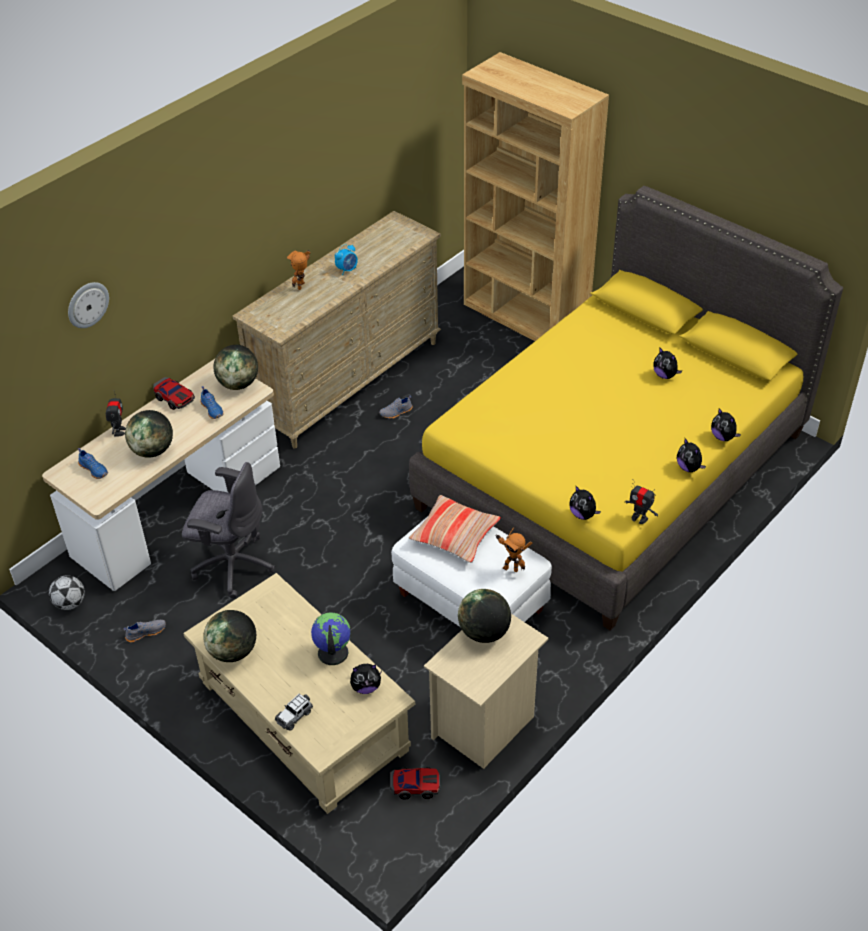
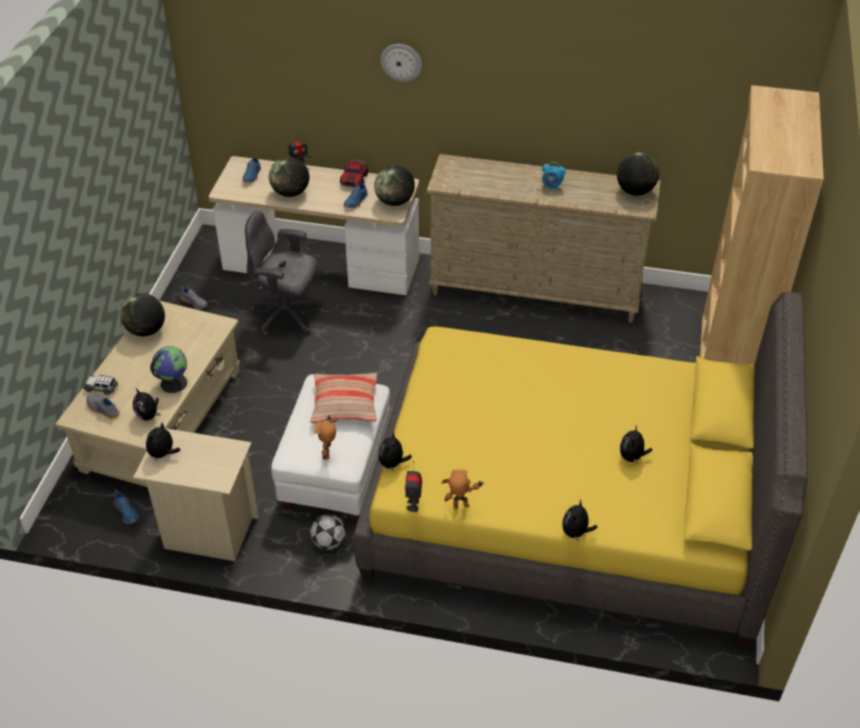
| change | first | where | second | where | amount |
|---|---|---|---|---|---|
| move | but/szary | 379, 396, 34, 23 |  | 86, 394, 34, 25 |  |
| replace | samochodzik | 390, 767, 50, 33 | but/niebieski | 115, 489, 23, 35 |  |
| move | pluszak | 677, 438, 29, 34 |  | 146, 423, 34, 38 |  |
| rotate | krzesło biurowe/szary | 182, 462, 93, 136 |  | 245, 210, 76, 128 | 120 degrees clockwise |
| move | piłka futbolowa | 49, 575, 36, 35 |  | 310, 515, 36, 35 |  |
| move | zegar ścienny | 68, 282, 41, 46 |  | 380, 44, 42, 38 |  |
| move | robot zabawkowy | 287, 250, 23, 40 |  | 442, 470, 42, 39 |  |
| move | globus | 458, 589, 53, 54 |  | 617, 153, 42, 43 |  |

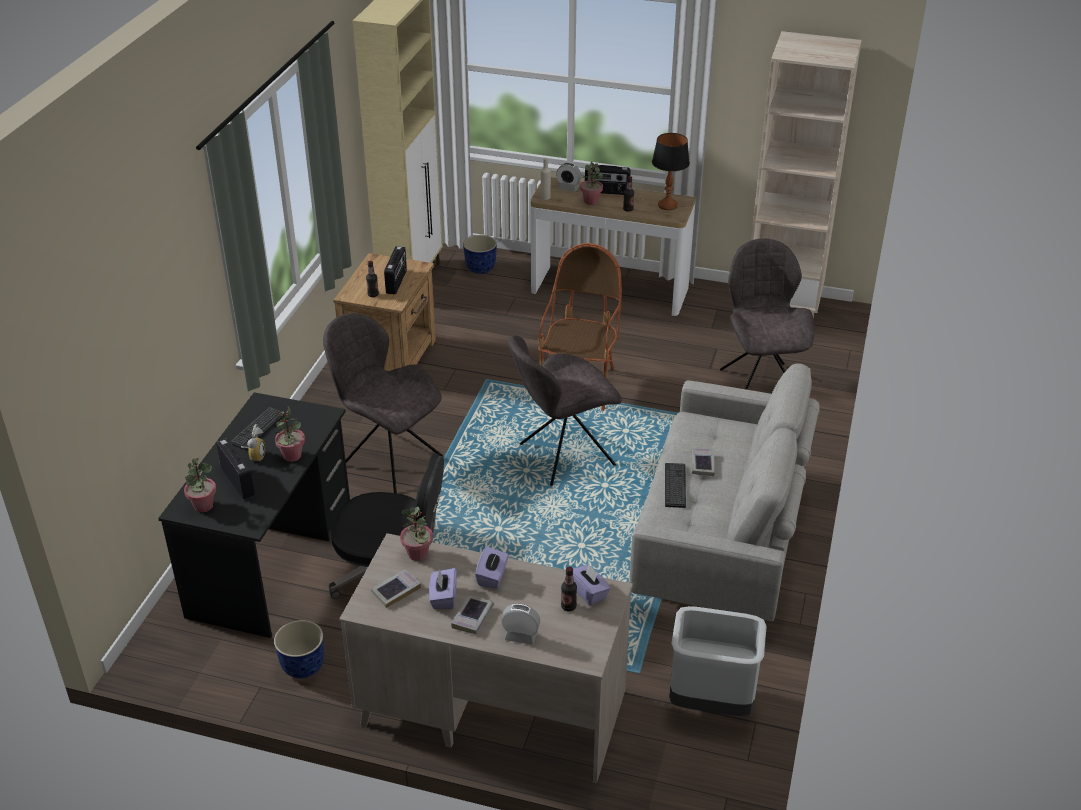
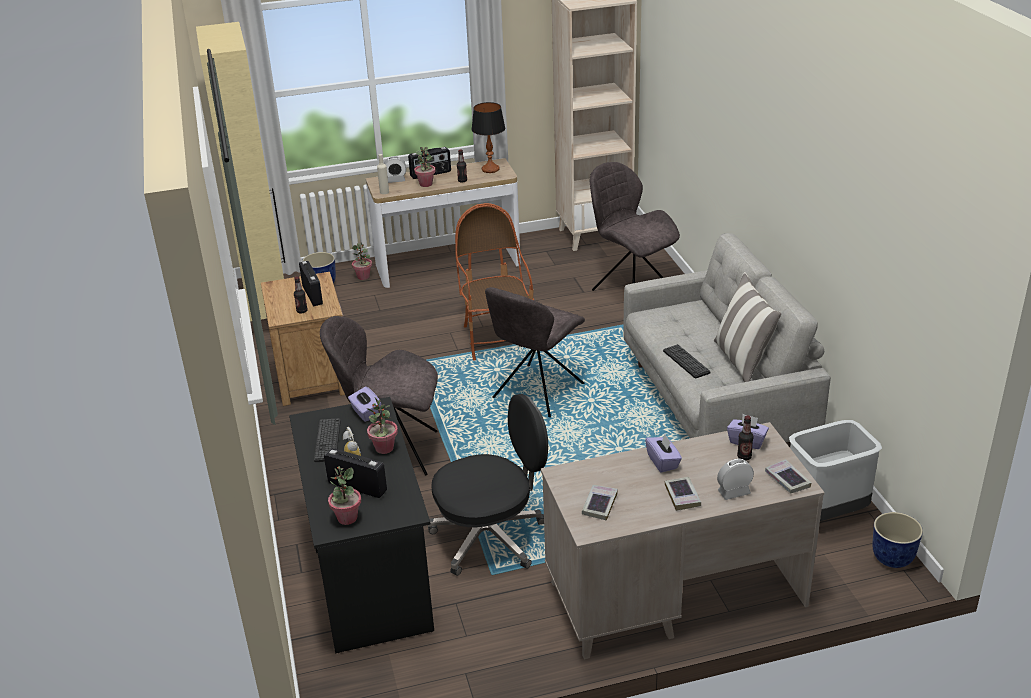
| change | first | where | second | where | amount |
|---|---|---|---|---|---|
| move | pudełko chusteczek/fioletowy | 429, 568, 28, 41 |  | 348, 387, 34, 35 |  |
| move | roślina doniczkowa | 400, 507, 33, 54 |  | 352, 242, 20, 38 |  |
| insert |  |  | poduszka | 714, 272, 67, 110 |  |
| move | książka | 691, 448, 24, 28 |  | 765, 459, 46, 35 |  |
| move | donica | 274, 620, 50, 58 |  | 872, 512, 51, 56 |  |

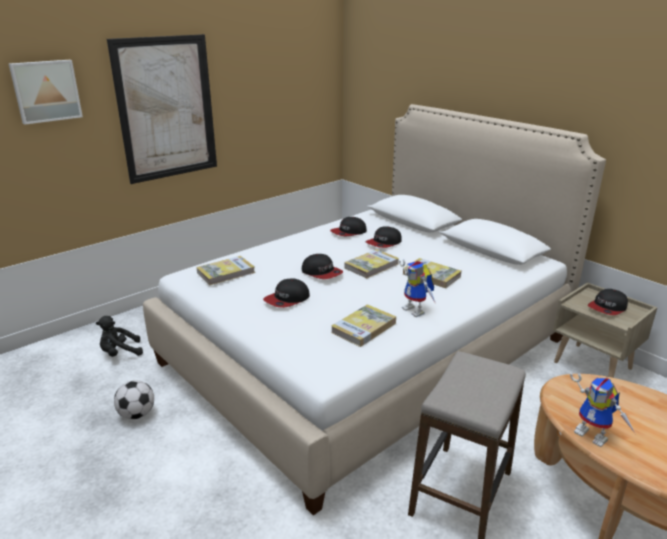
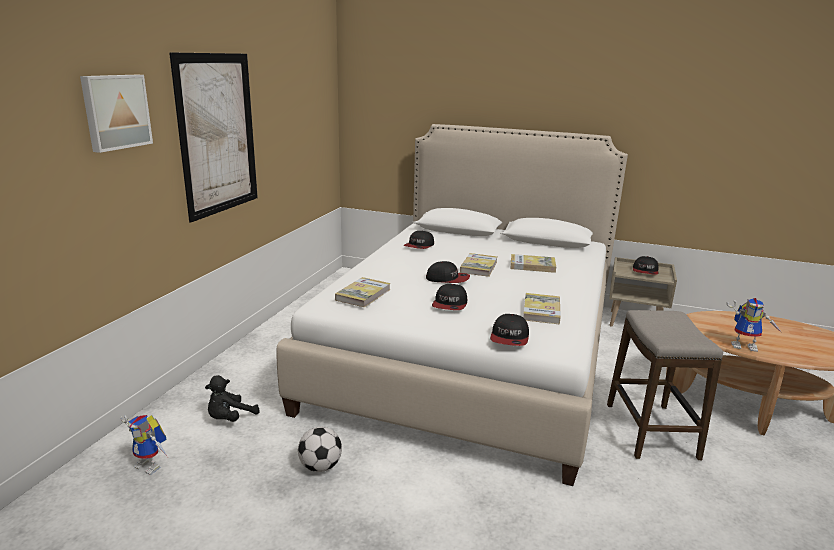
| change | first | where | second | where | amount |
|---|---|---|---|---|---|
| move | robot zabawkowy | 399, 259, 36, 58 |  | 120, 415, 48, 60 |  |
| move | czapka z daszkiem | 366, 226, 36, 22 |  | 490, 314, 39, 32 |  |

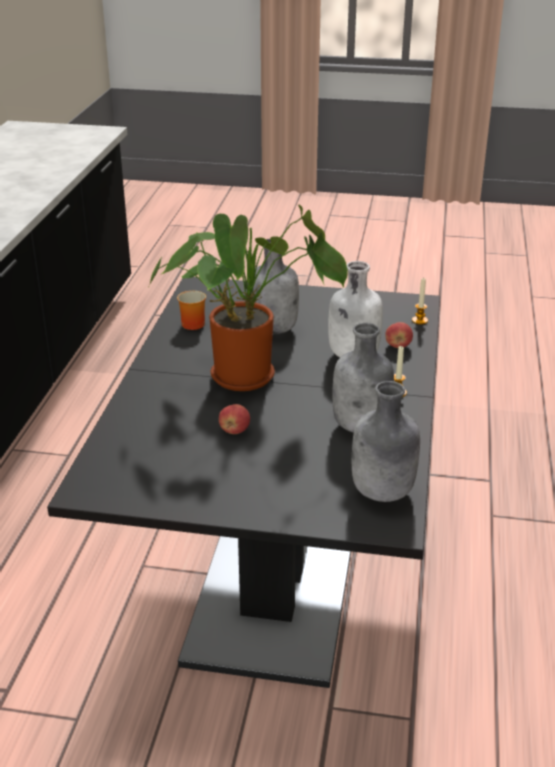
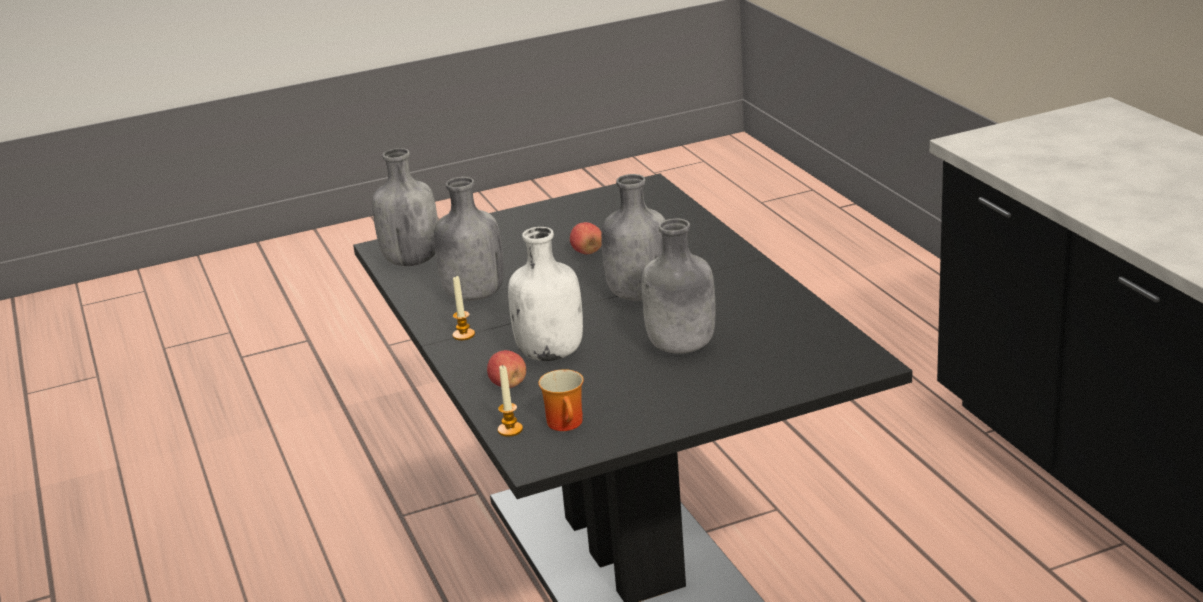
| change | first | where | second | where | amount |
|---|---|---|---|---|---|
| move | kubek | 177, 291, 29, 39 |  | 538, 369, 46, 62 |  |
| replace | roślina doniczkowa | 149, 205, 199, 186 | butelka/szary | 601, 174, 64, 127 |  |

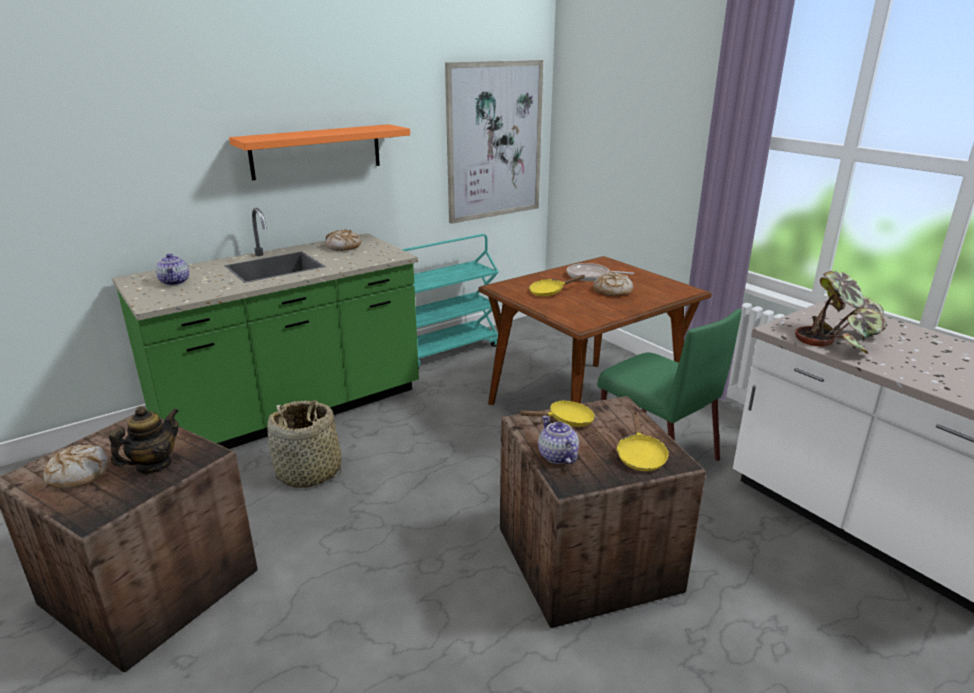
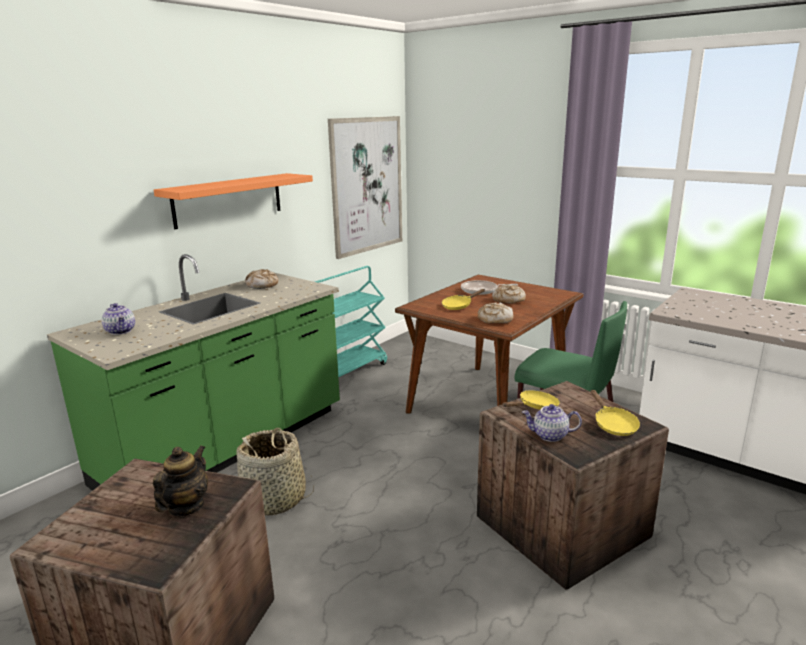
| change | first | where | second | where | amount |
|---|---|---|---|---|---|
| move | chleb | 43, 445, 66, 44 |  | 478, 302, 35, 21 |  |
| rotate | imbryk | 538, 415, 41, 49 |  | 522, 404, 60, 38 | 45 degrees counterclockwise |
| delete | roślina doniczkowa | 795, 271, 92, 83 |  |  |  |

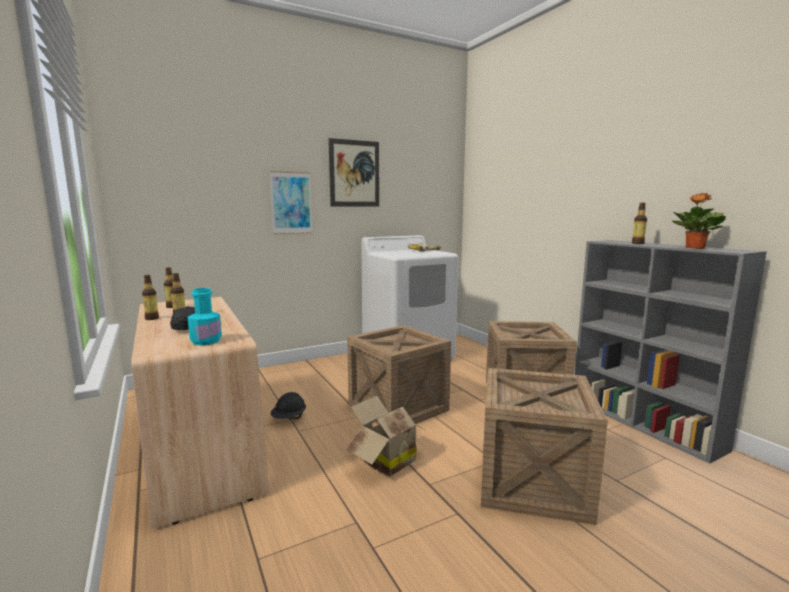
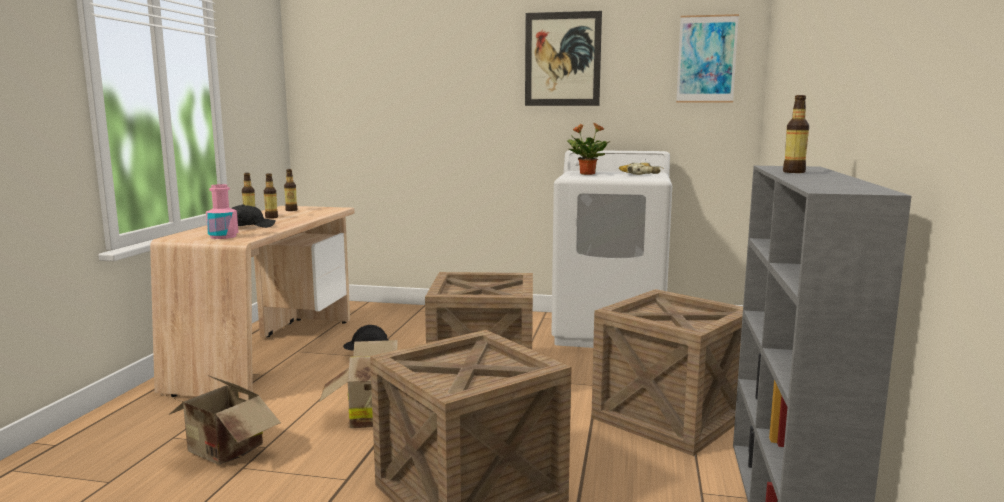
| change | first | where | second | where | amount |
|---|---|---|---|---|---|
| insert |  |  | karton | 160, 375, 121, 90 |  |
| recolor | butelka/turkusowy | 188, 288, 34, 57 | butelka/różowy | 206, 184, 33, 55 |  |
| move | roślina doniczkowa | 672, 193, 54, 56 |  | 567, 122, 42, 53 |  |
| move | obraz | 270, 171, 42, 63 |  | 676, 14, 63, 89 |  |

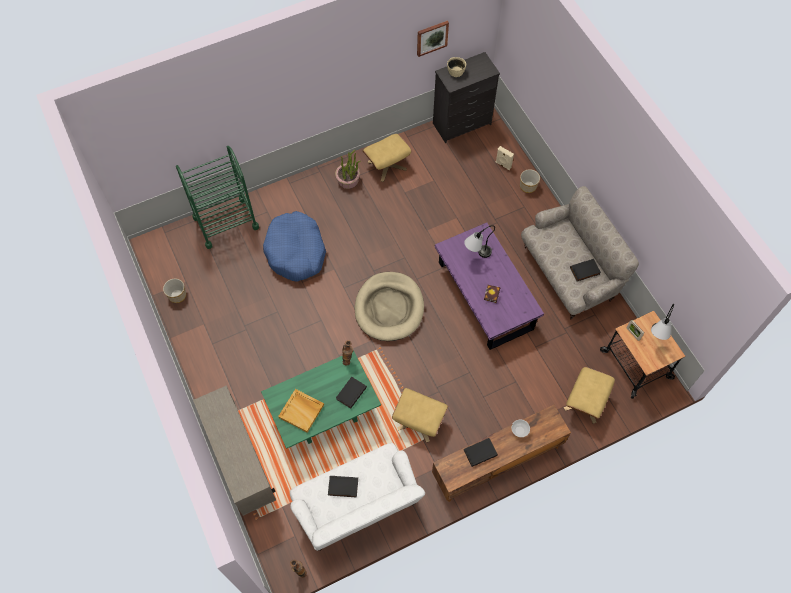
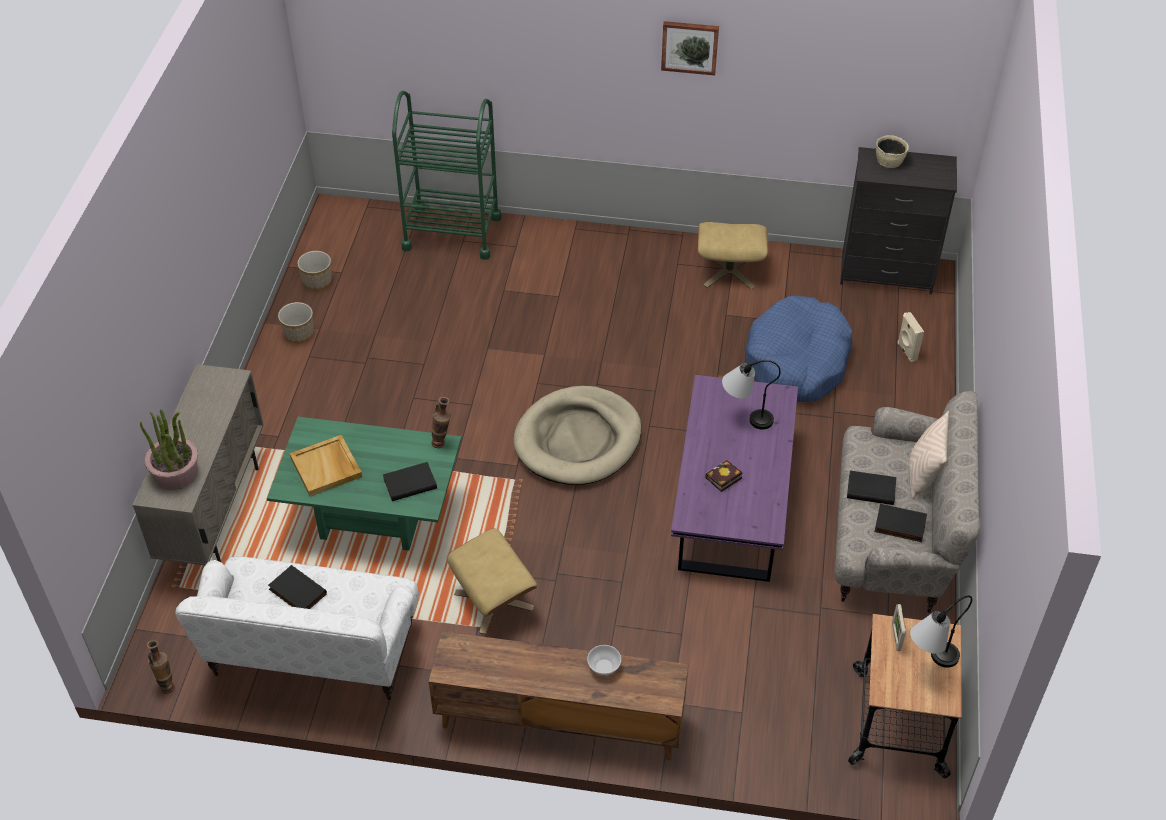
| change | first | where | second | where | amount |
|---|---|---|---|---|---|
| move | roślina doniczkowa | 335, 149, 26, 40 |  | 140, 409, 58, 81 |  |
| move | donica | 520, 169, 20, 24 |  | 278, 302, 36, 41 |  |
| move | obraz | 417, 21, 32, 36 |  | 661, 21, 58, 54 |  |
| move | legowisko/niebieski | 263, 211, 63, 71 |  | 745, 296, 108, 106 |  |
| move | książka/czarny | 464, 438, 34, 29 |  | 847, 470, 49, 35 |  |
| insert |  |  | poduszka/beżowy | 908, 411, 41, 88 |  |
| delete | pufa/beżowy | 564, 367, 51, 57 |  |  |  |

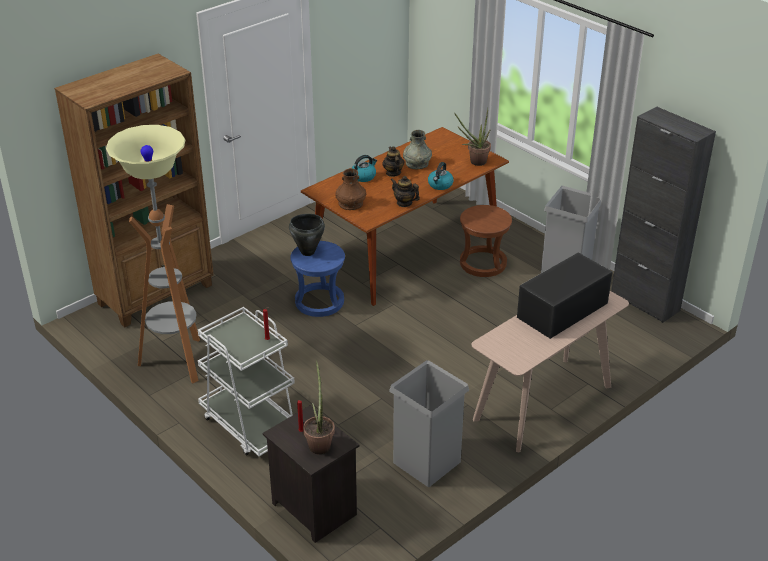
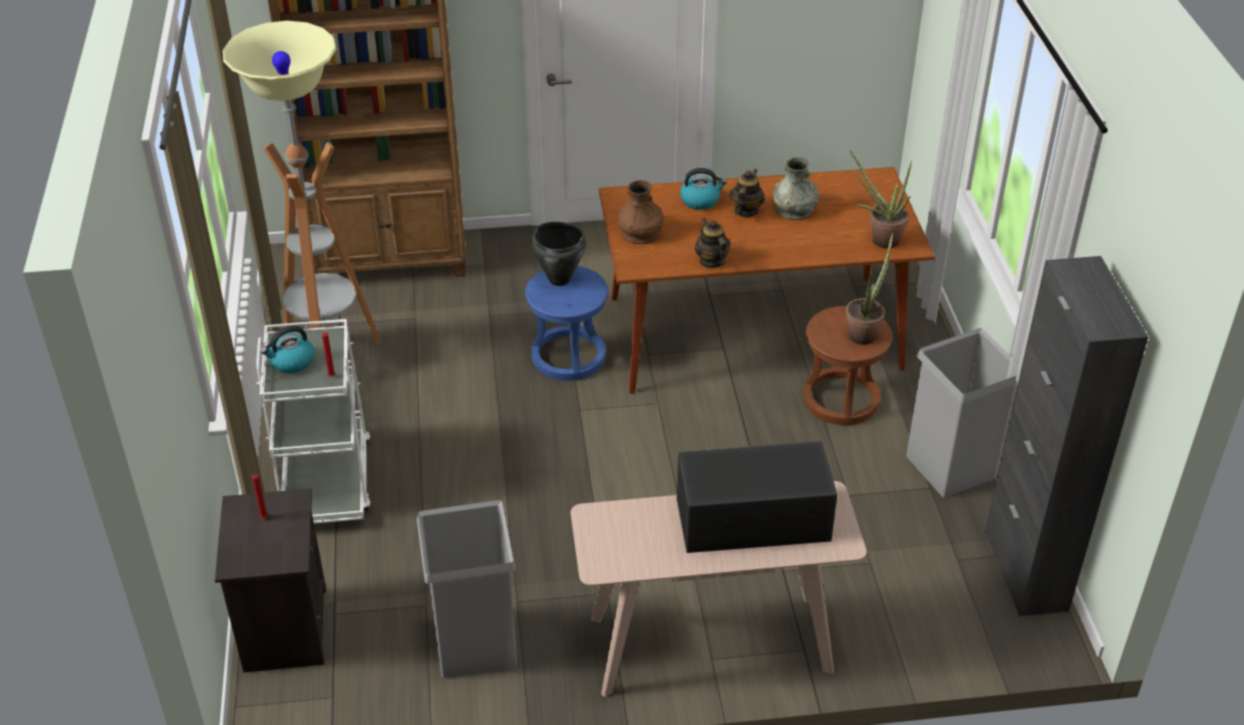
| change | first | where | second | where | amount |
|---|---|---|---|---|---|
| move | czajnik | 428, 162, 26, 28 |  | 261, 325, 53, 48 |  |
| move | roślina doniczkowa | 303, 360, 32, 95 |  | 845, 232, 48, 113 |  |

